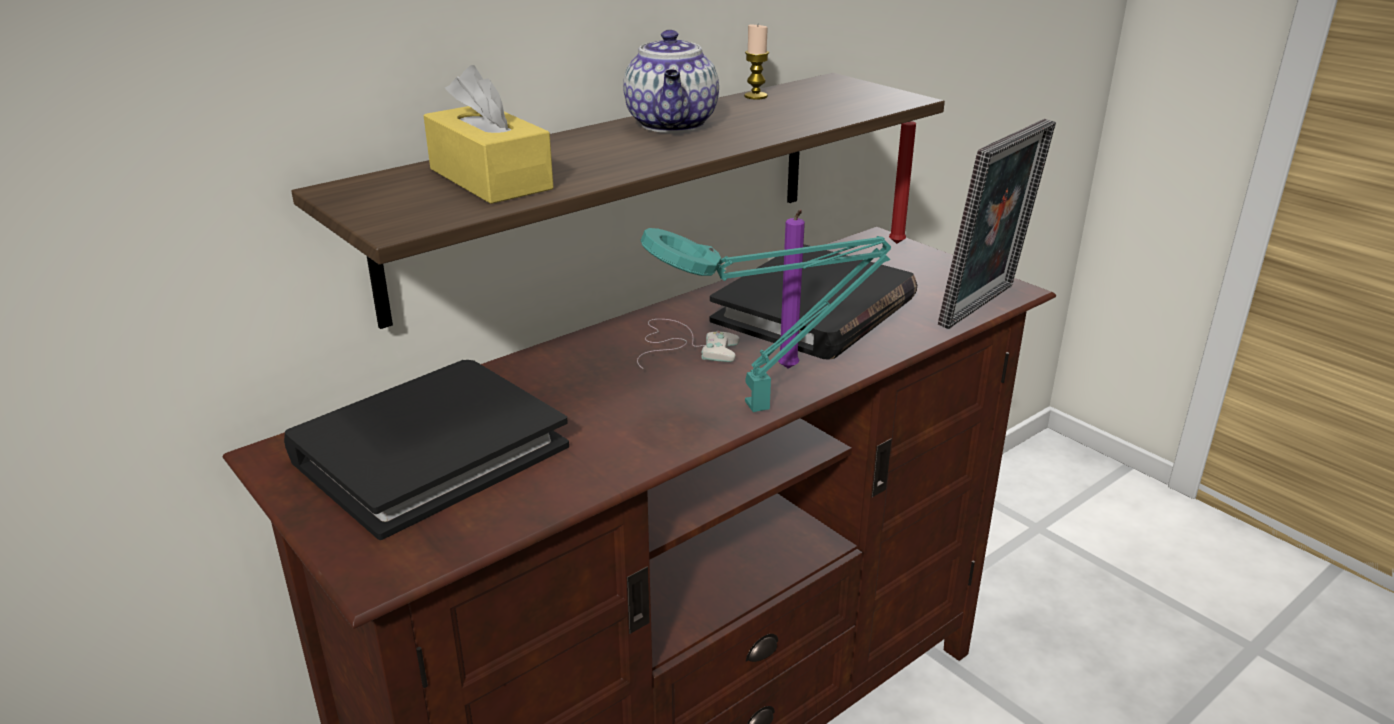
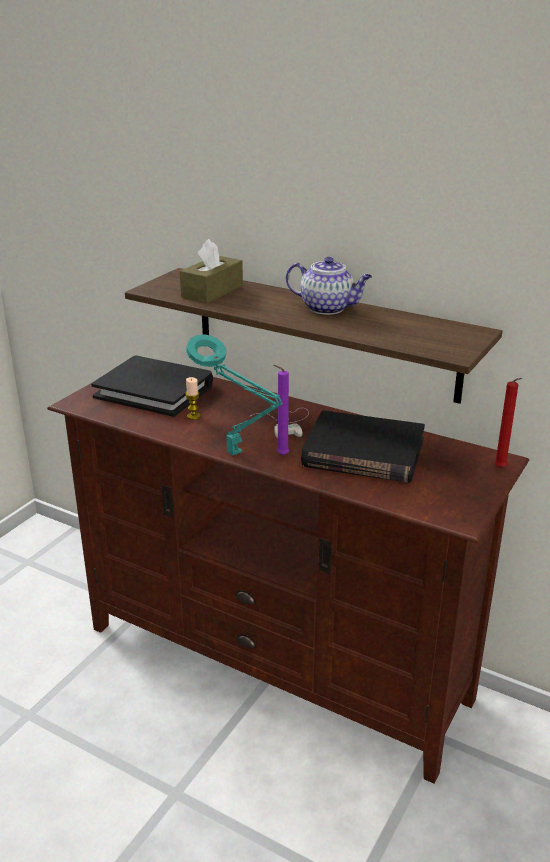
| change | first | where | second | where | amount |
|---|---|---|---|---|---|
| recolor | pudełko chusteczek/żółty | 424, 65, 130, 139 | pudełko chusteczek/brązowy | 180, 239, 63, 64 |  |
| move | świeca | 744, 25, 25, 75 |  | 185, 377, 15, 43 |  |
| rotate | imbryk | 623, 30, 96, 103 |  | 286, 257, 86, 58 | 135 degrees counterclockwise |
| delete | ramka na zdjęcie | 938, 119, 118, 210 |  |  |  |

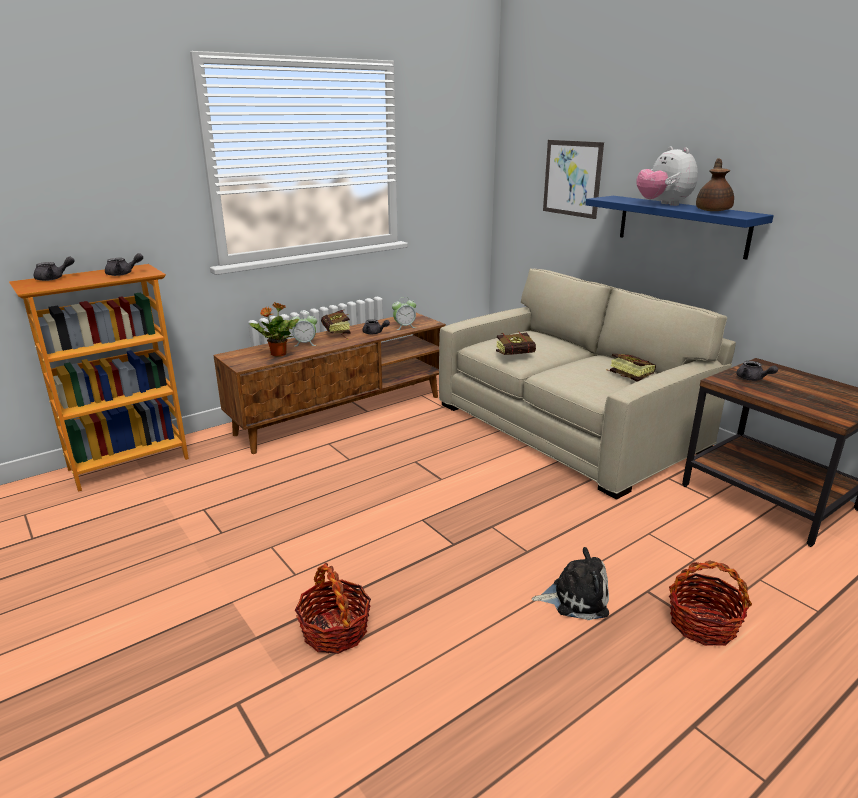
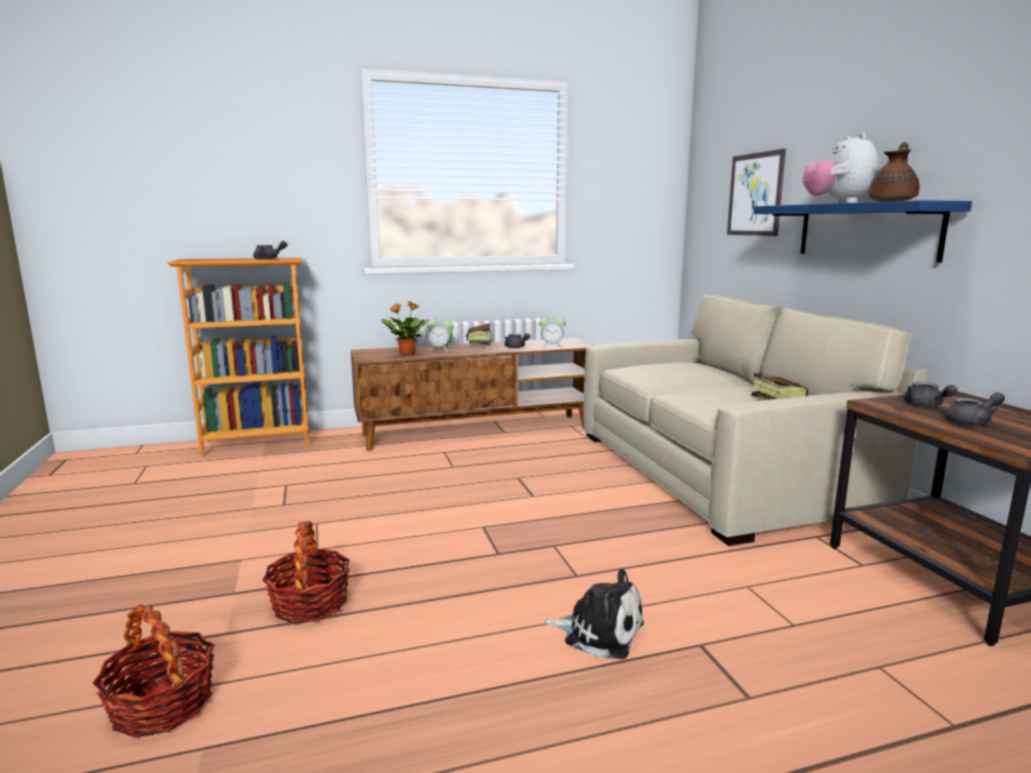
| change | first | where | second | where | amount |
|---|---|---|---|---|---|
| move | koszyk | 669, 560, 83, 86 |  | 92, 604, 122, 134 |  |
| move | imbryk/szary | 34, 256, 41, 25 |  | 945, 392, 60, 34 |  |
| delete | książka | 496, 331, 40, 24 |  |  |  |

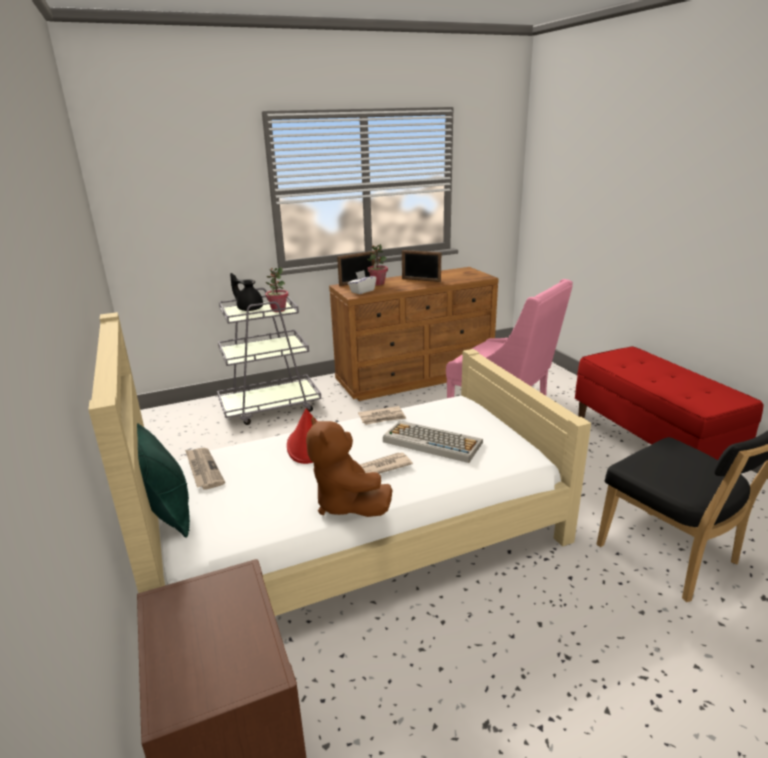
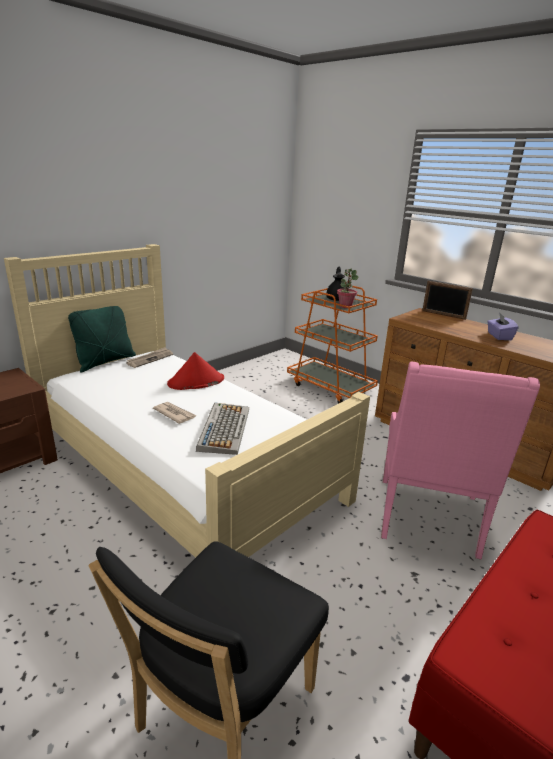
| change | first | where | second | where | amount |
|---|---|---|---|---|---|
| recolor | wózek/szary | 217, 288, 104, 137 | wózek/pomarańczowy | 287, 284, 91, 120 |  |
| replace | ramka na zdjęcie | 402, 250, 39, 32 | pudełko chusteczek/fioletowy | 487, 312, 31, 28 |  |
| delete | pluszak/brązowy | 306, 416, 87, 101 |  |  |  |
| delete | pudełko chusteczek/biały | 348, 270, 28, 24 |  |  |  |
| delete | gazeta | 358, 406, 48, 19 |  |  |  |
| delete | roślina doniczkowa | 367, 244, 21, 41 |  |  |  |

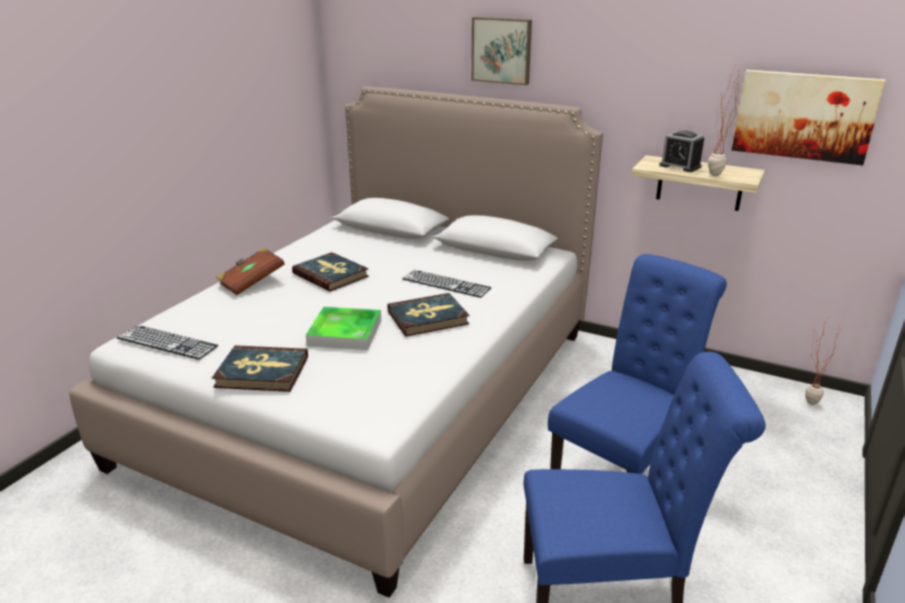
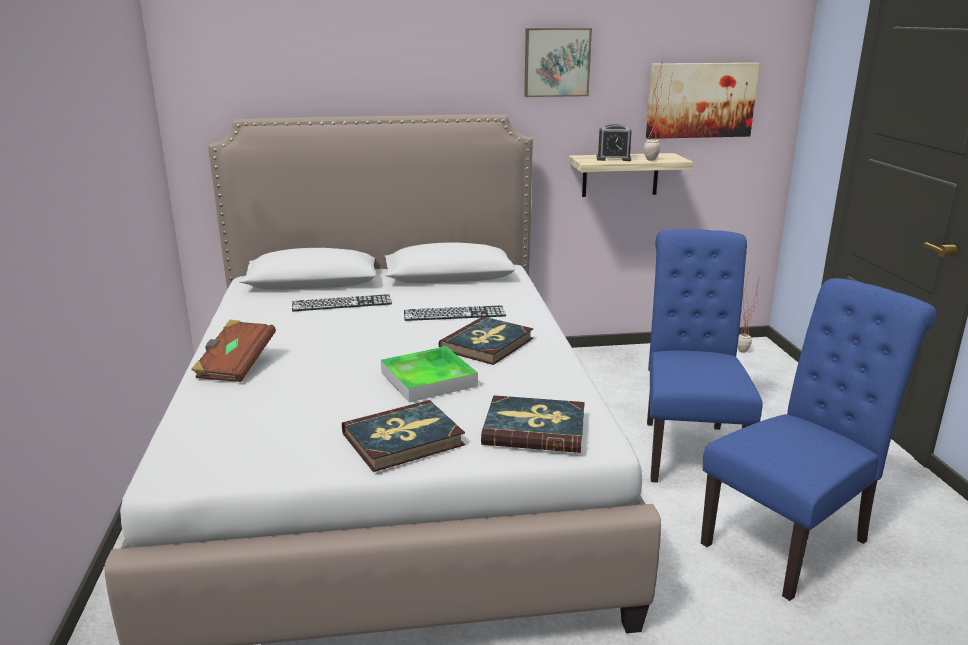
| change | first | where | second | where | amount |
|---|---|---|---|---|---|
| move | klawiatura | 117, 325, 102, 35 |  | 292, 294, 100, 18 |  |
| move | książka | 292, 252, 77, 40 |  | 481, 395, 104, 58 |  |
| move | obraz | 471, 17, 61, 68 |  | 524, 28, 68, 69 |  |

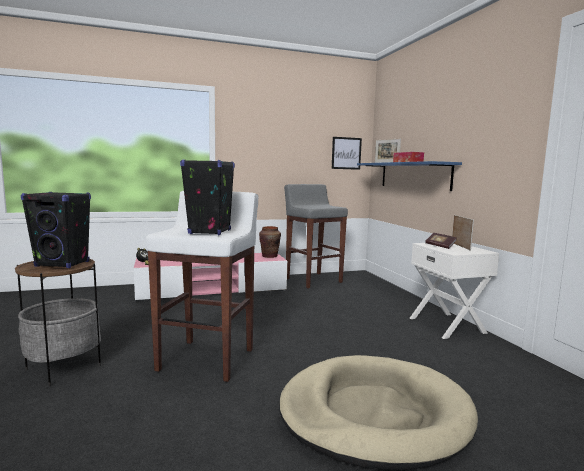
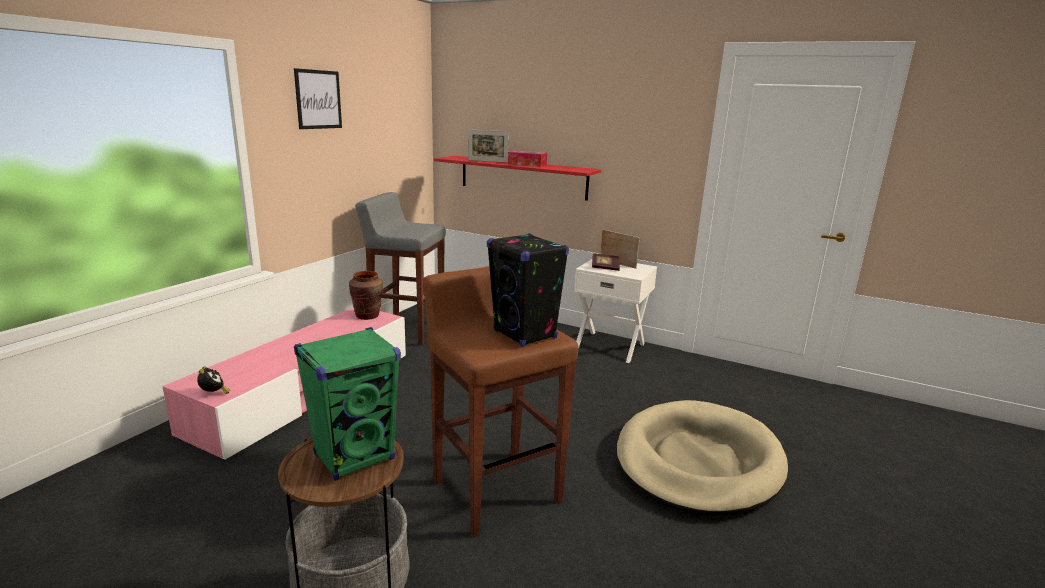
| change | first | where | second | where | amount |
|---|---|---|---|---|---|
| move | obraz | 332, 137, 30, 33 |  | 294, 68, 48, 61 |  |
| recolor | głośnik/czarny | 21, 192, 70, 76 | głośnik/zielony | 294, 327, 107, 154 |  |
| recolor | stołek/biały | 146, 191, 112, 191 | stołek/brązowy | 423, 266, 155, 271 |  |
| recolor | półka/niebieski | 357, 161, 105, 30 | półka/czerwony | 434, 156, 167, 45 |  |

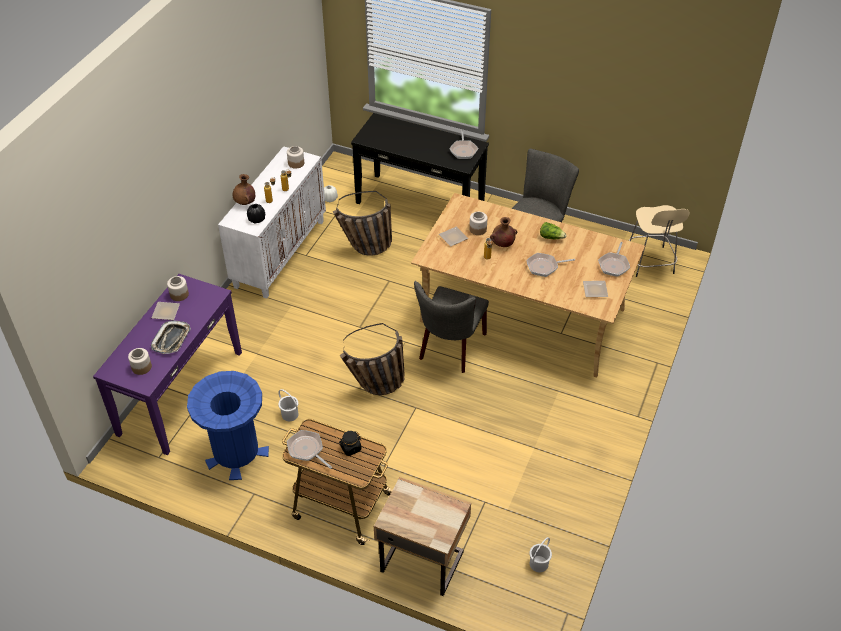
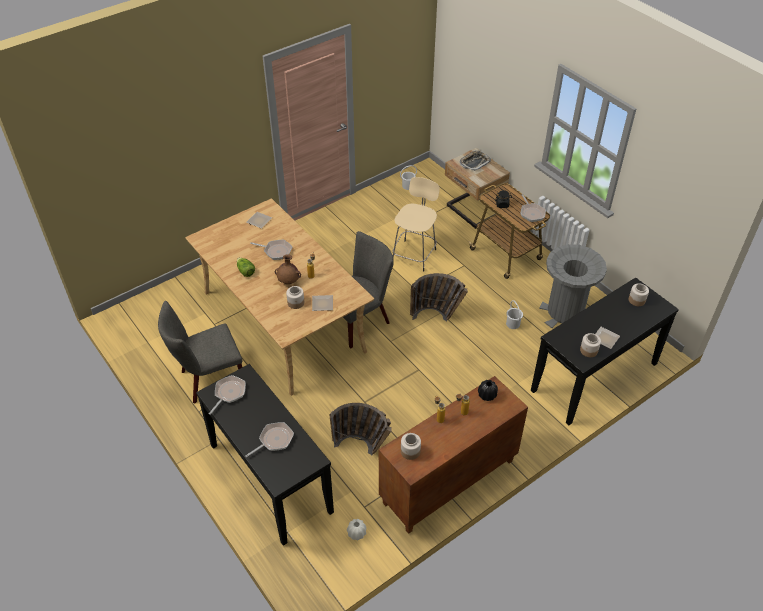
| change | first | where | second | where | amount |
|---|---|---|---|---|---|
| move | patelnia | 598, 242, 32, 35 |  | 245, 422, 49, 35 |  |
| recolor | szafka/biały | 218, 146, 108, 153 | szafka/brązowy | 379, 376, 149, 158 |  |
| move | stołek/beżowy | 629, 205, 61, 72 |  | 393, 177, 47, 95 |  |
| move | taca | 151, 321, 40, 33 |  | 460, 150, 31, 21 |  |
| recolor | stolik konsolowy/fioletowy | 93, 274, 149, 181 | stolik konsolowy/czarny | 531, 277, 148, 148 |  |
| recolor | kosz na śmieci/niebieski | 187, 371, 82, 109 | kosz na śmieci/szary | 539, 244, 68, 84 |  |
| delete | wazon/brązowy | 233, 174, 22, 31 |  |  |  |

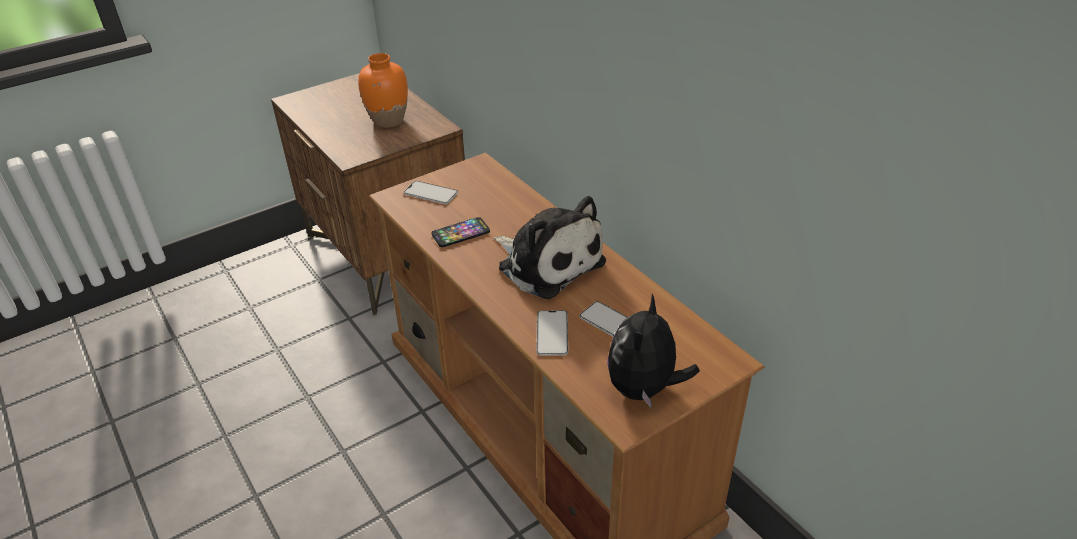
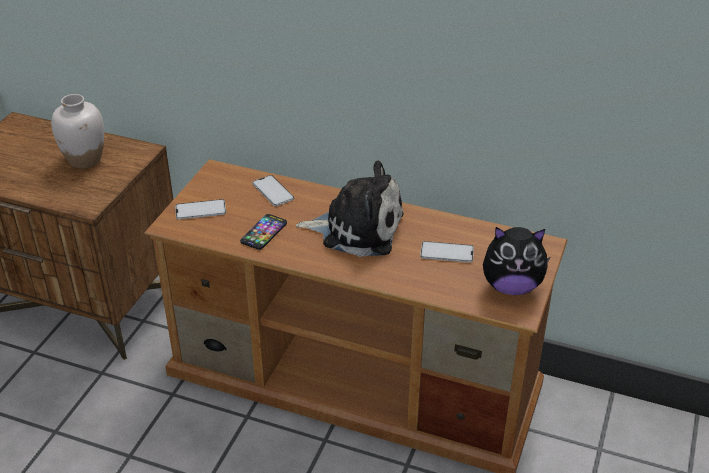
| change | first | where | second | where | amount |
|---|---|---|---|---|---|
| recolor | wazon/pomarańczowy | 358, 53, 50, 75 | wazon/biały | 51, 94, 53, 75 |  |
| move | telefon | 536, 310, 32, 46 |  | 252, 175, 42, 31 |  |
| rotate | pluszak | 607, 294, 93, 115 |  | 483, 227, 67, 68 | 75 degrees counterclockwise |

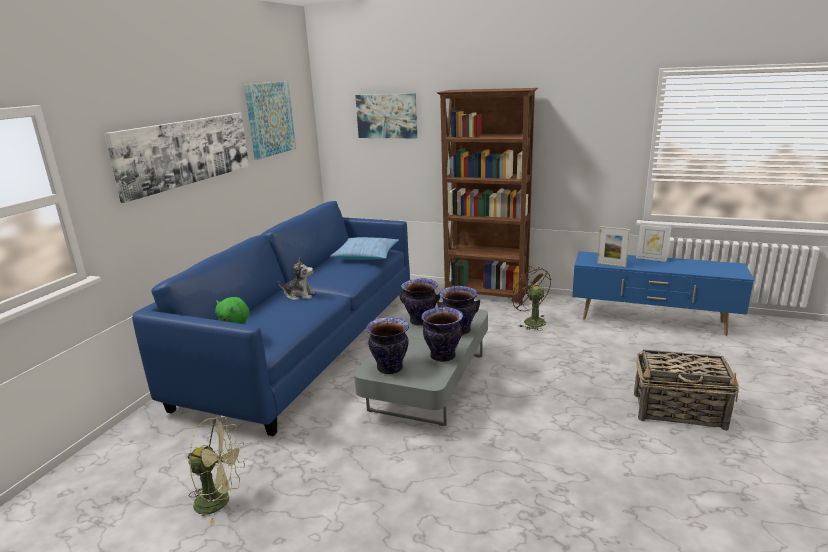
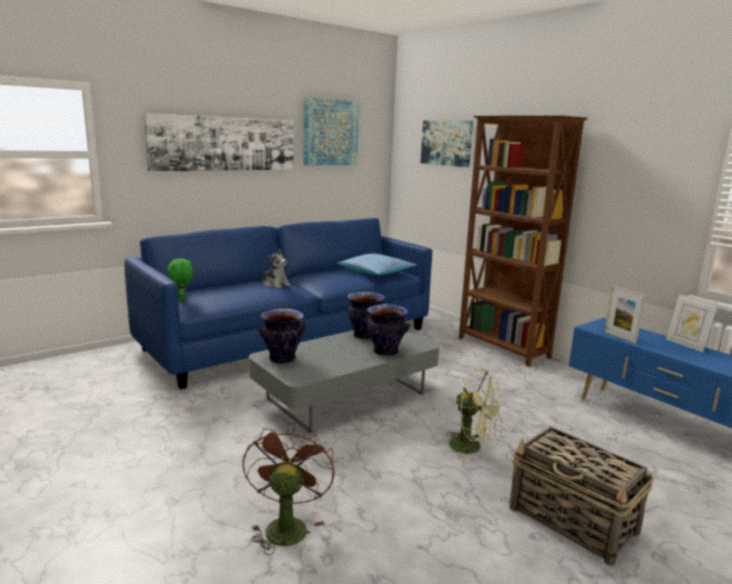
| change | first | where | second | where | amount |
|---|---|---|---|---|---|
| move | wentylator/brązowy | 508, 266, 43, 65 |  | 243, 423, 92, 132 |  |
| move | wentylator/zielony | 188, 417, 57, 108 |  | 446, 368, 59, 94 |  |
| delete | wazon | 421, 307, 42, 55 |  |  |  |

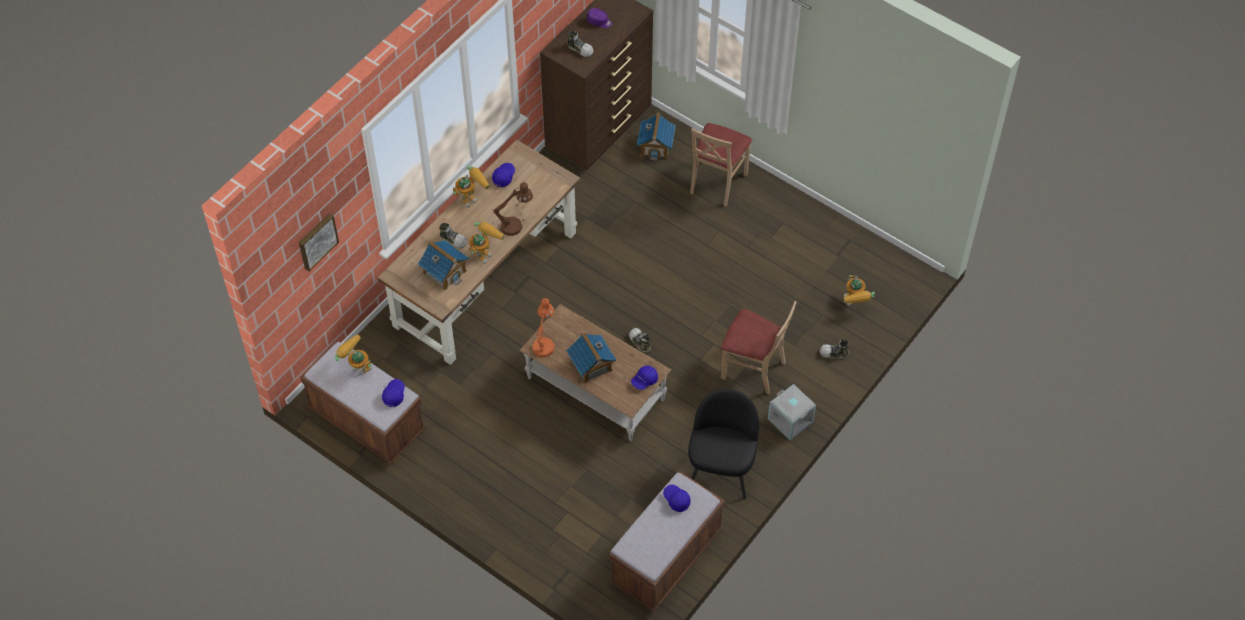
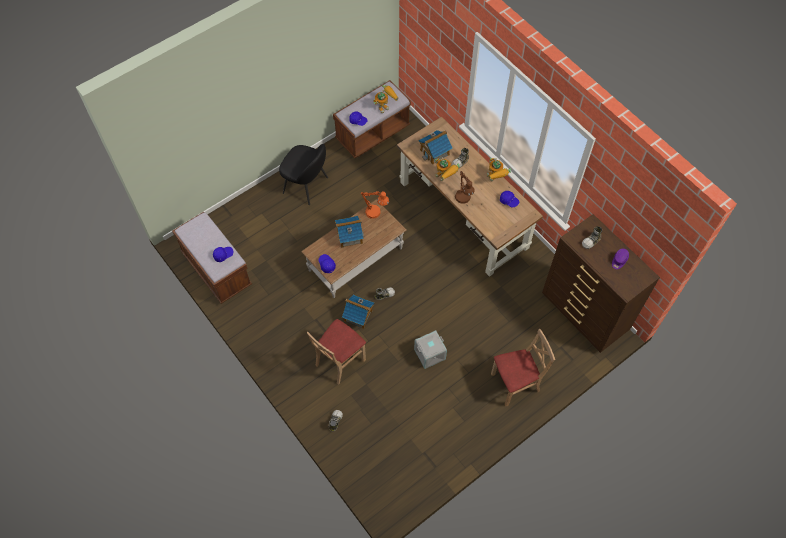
| change | first | where | second | where | amount |
|---|---|---|---|---|---|
| move | krzesło/czarny | 688, 389, 71, 110 |  | 279, 144, 49, 61 |  |
| move | domek | 637, 113, 39, 48 |  | 342, 295, 32, 34 |  |
| move | pojemnik do przechowywania/szary | 768, 384, 48, 56 |  | 414, 330, 33, 39 |  |
| rotate | krzesło/beżowy | 690, 123, 62, 83 |  | 491, 329, 64, 78 | 120 degrees clockwise |
| delete | obraz | 299, 213, 40, 58 |  |  |  |
| delete | robot zabawkowy | 843, 275, 32, 31 |  |  |  |

